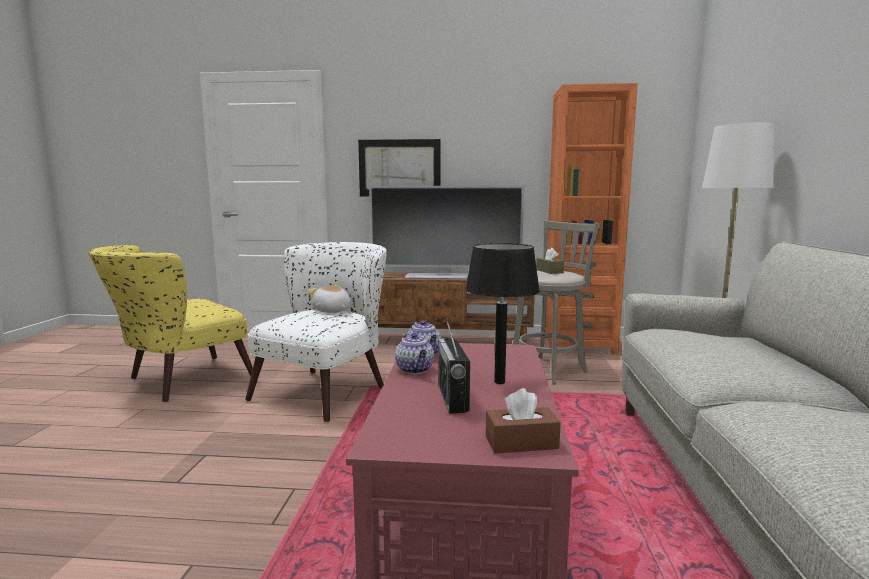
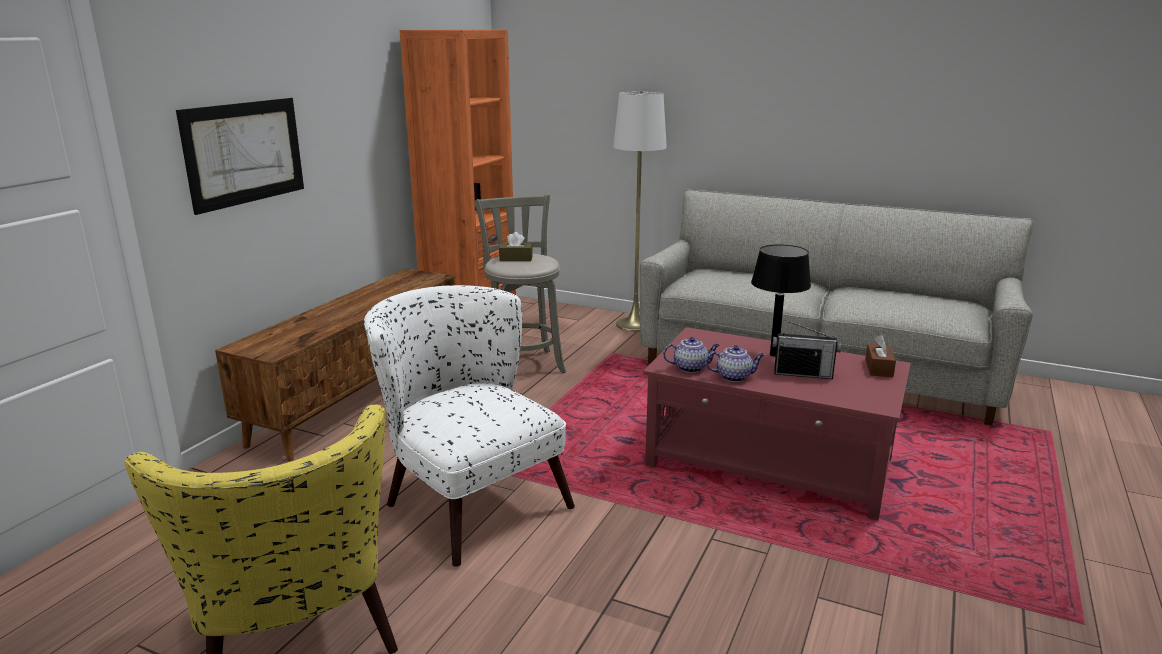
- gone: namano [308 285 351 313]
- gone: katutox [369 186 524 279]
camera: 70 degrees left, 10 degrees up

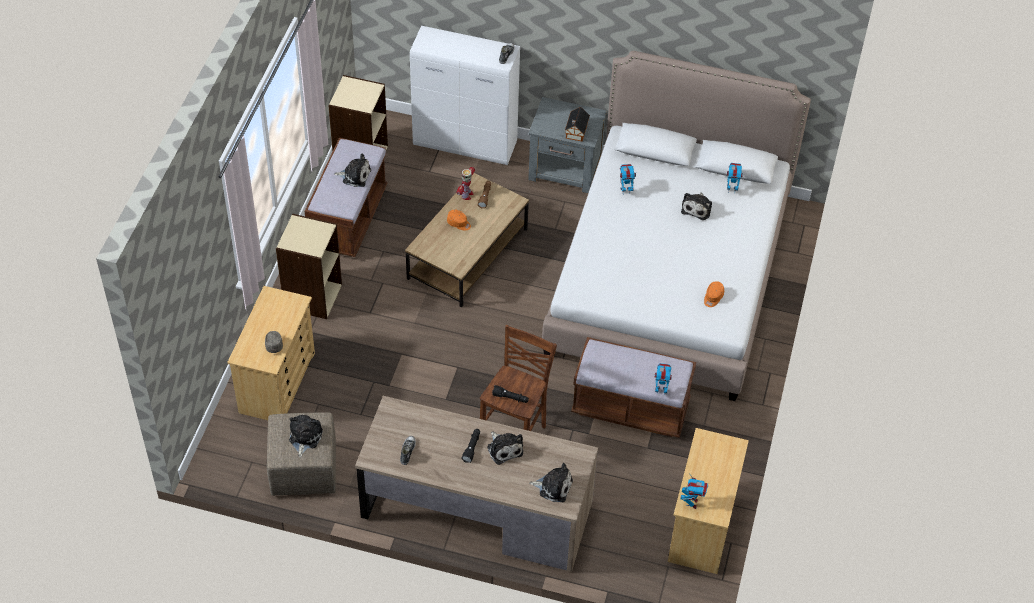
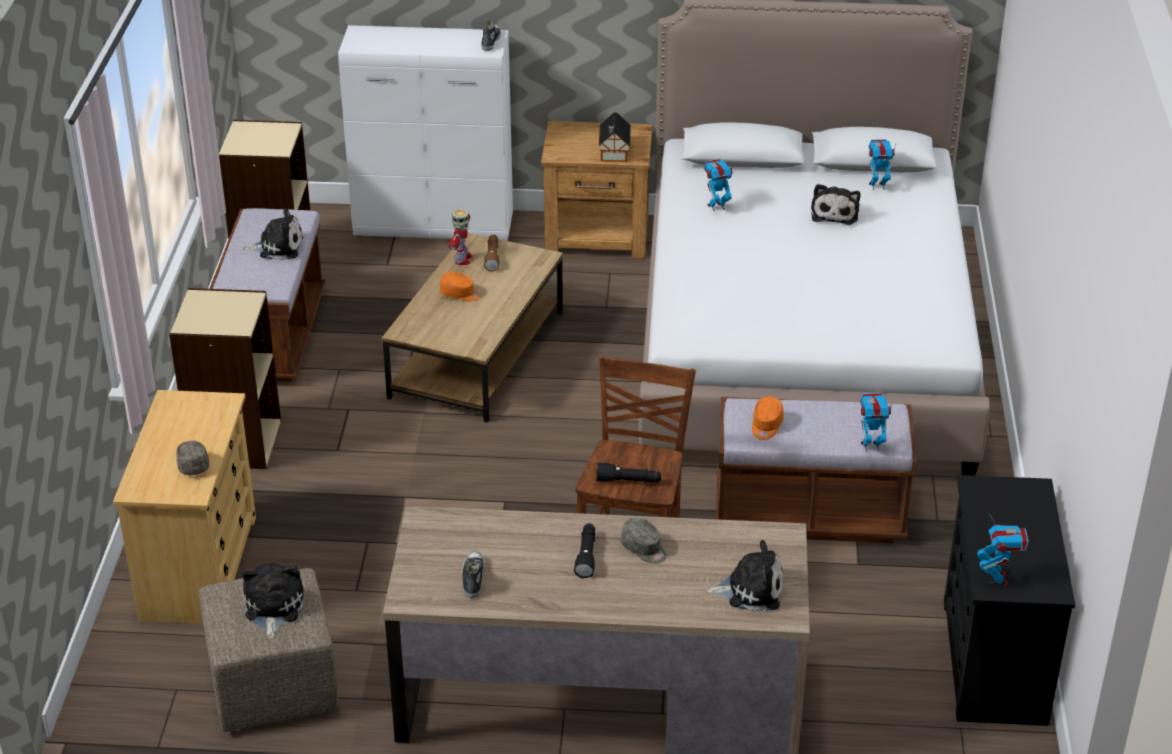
- swapped: namano [487 431 523 465] to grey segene [621 518 666 564]
- repainted: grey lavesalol [528 97 607 193] to brown lavesalol [541 121 653 259]
- repainted: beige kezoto [668 428 749 574] to black kezoto [944 475 1075 726]
- shifted: orange segene [704 281 724 307] to [752 396 784 440]
camera: 10 degrees left, 15 degrees down

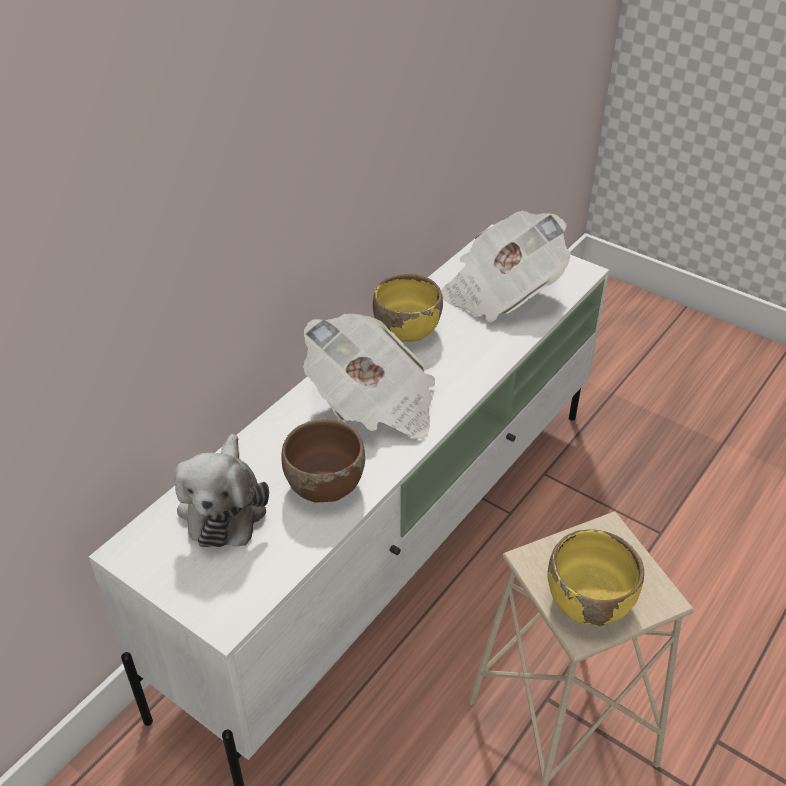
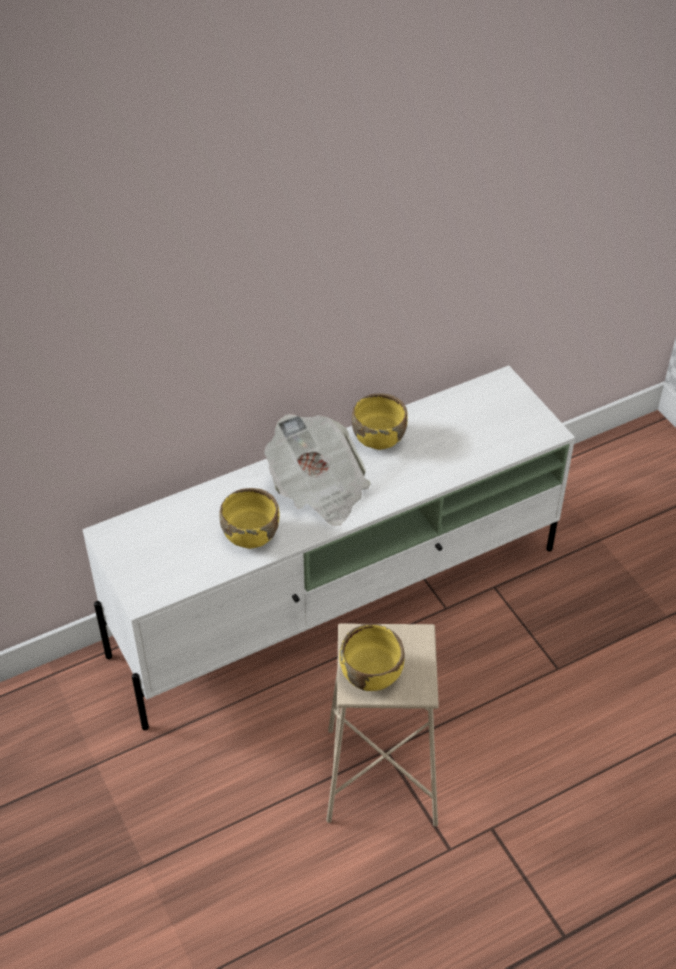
- gone: namano [174 434 269 547]
- repainted: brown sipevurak [281 418 365 503] to yellow sipevurak [219 488 280 549]
- gone: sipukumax [441 211 570 322]
camera: 25 degrees right, 5 degrees up

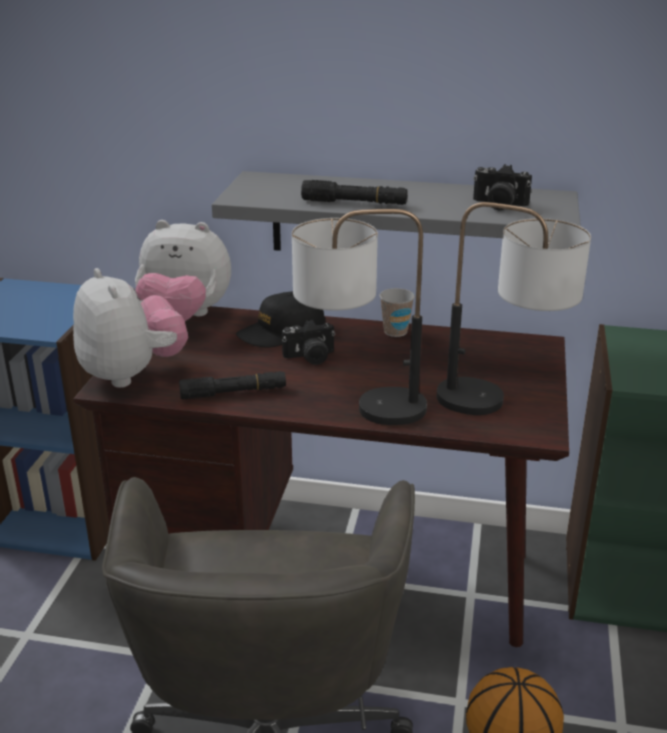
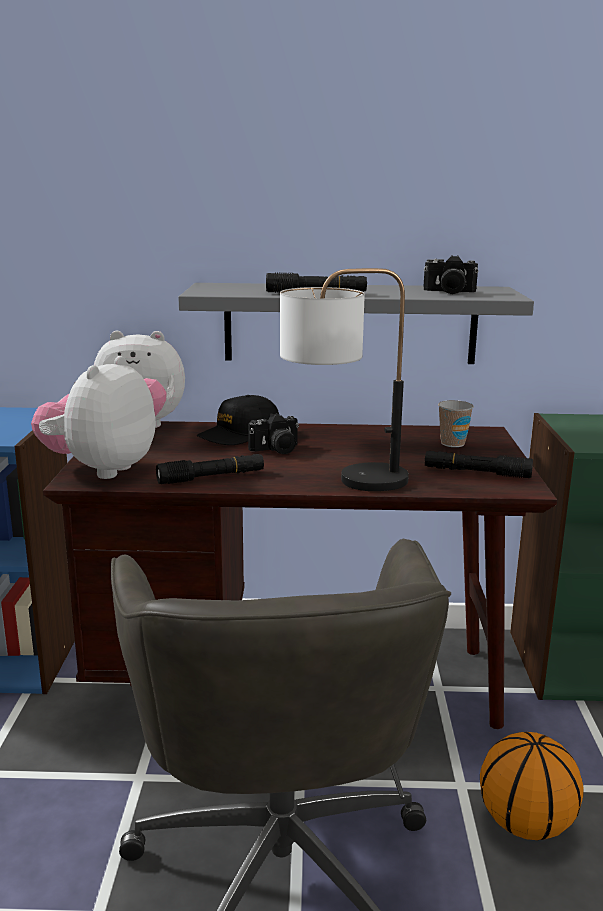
- rotated: namano [73 268 188 388] = [31 356 156 479] 120 degrees counterclockwise
- shifted: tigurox [380 288 415 337] to [438 400 474 447]
- swapped: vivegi [437 202 591 415] to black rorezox [425 451 533 478]
camera: 10 degrees left, 10 degrees down

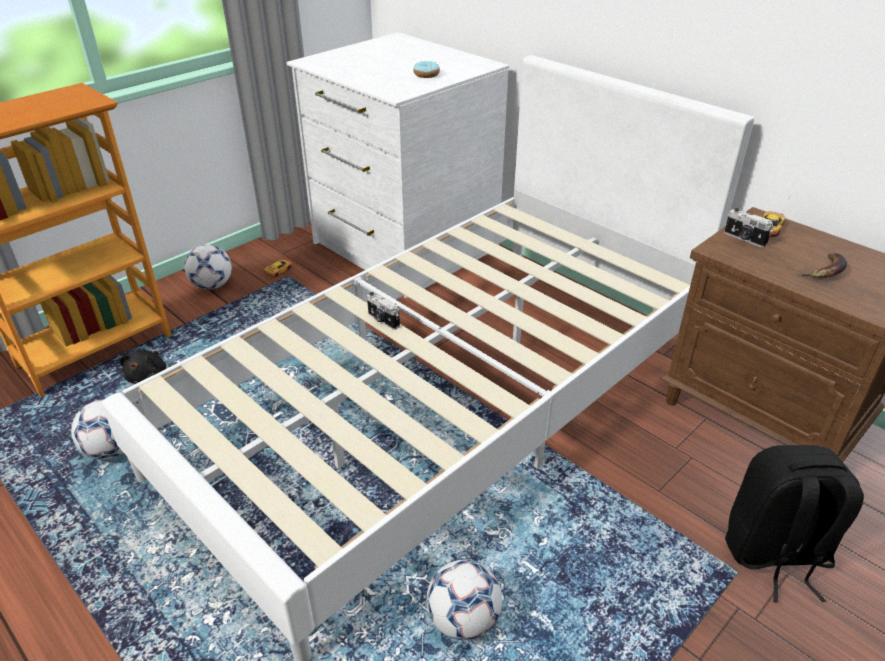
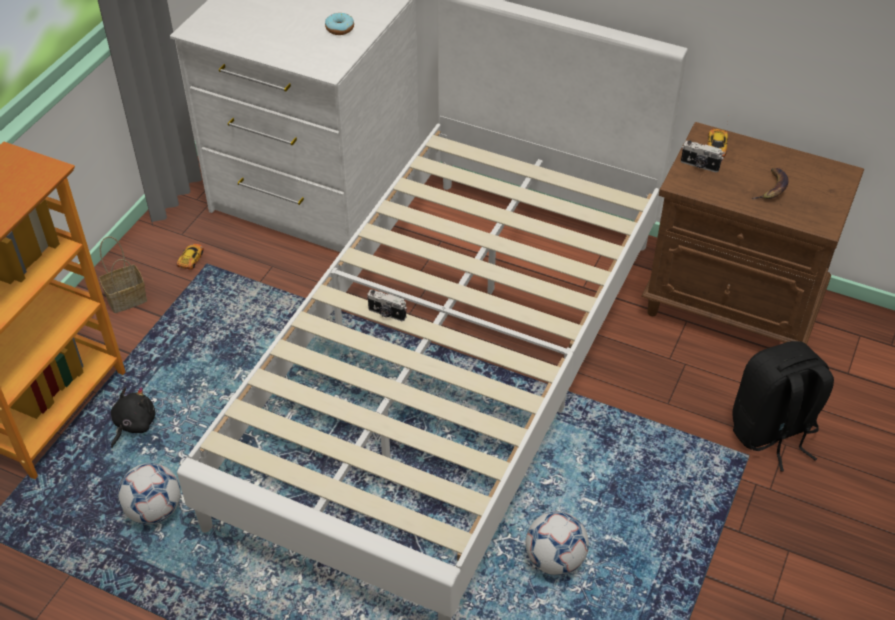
- rotated: black namano [120 350 166 384] = [111 387 155 448] 135 degrees counterclockwise
- swapped: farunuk [184 244 232 290] to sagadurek [99 237 147 313]
camera: 20 degrees left, 10 degrees up

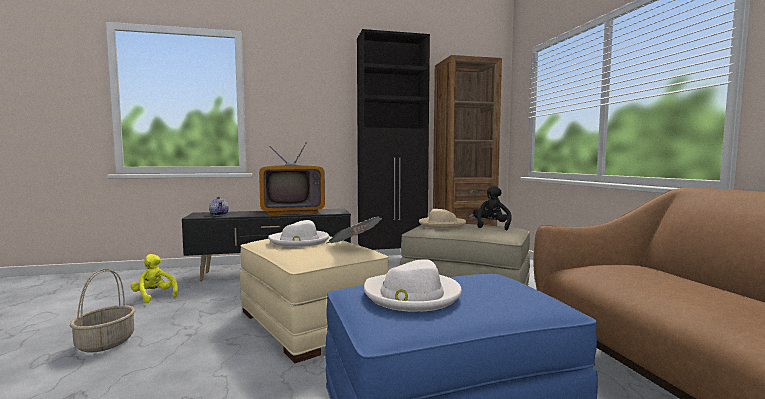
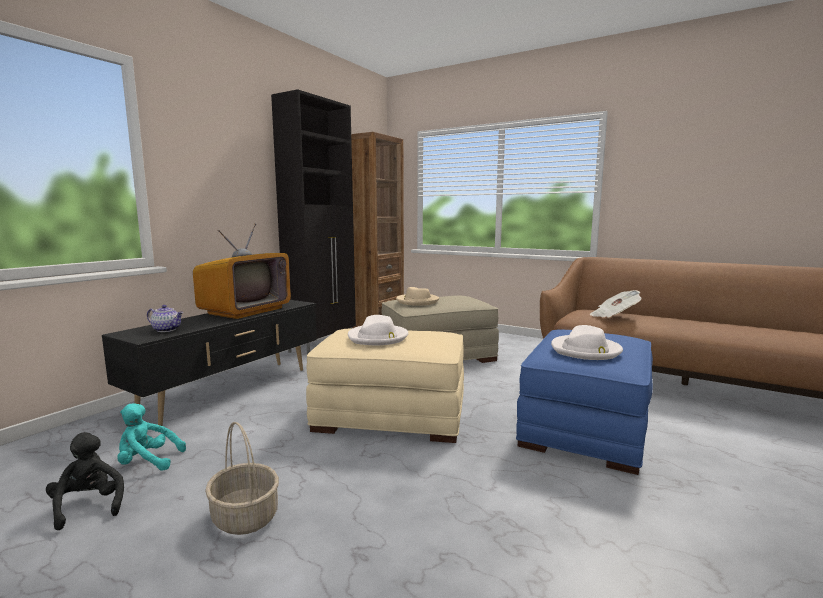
- repainted: yellow namano [130 254 178 303] to turquoise namano [117 403 186 471]
- shifted: sipukumax [327 216 382 243] to [590 290 641 318]
- shifted: black namano [473 185 512 230] to [46 432 124 530]
camera: 45 degrees left, 5 degrees up

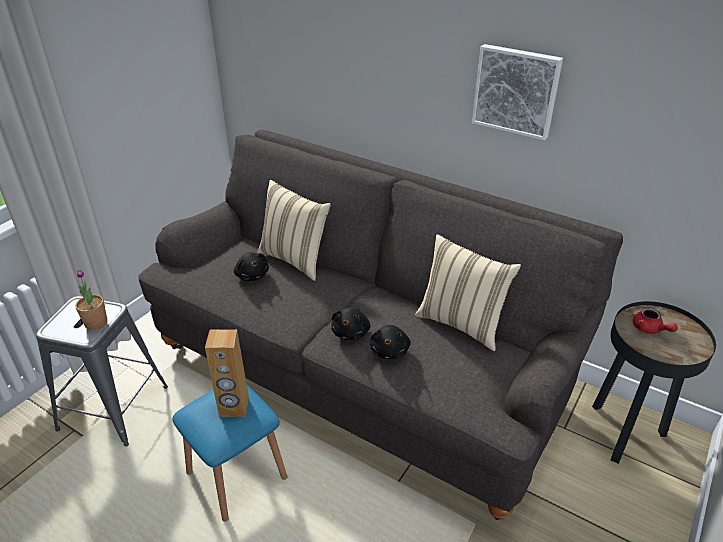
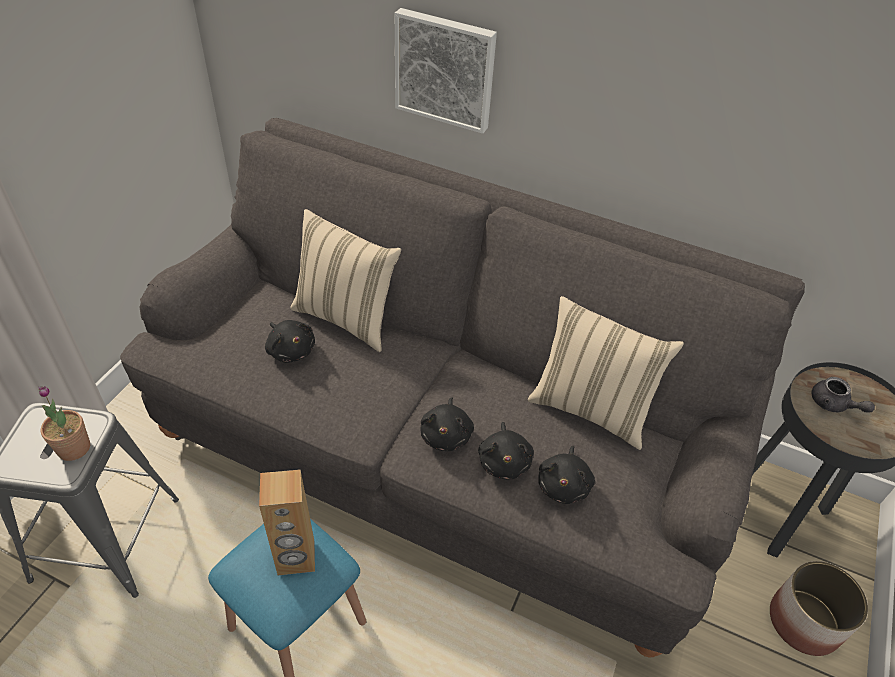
- shifted: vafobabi [472 44 563 140] to [395 8 497 134]
- repainted: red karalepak [633 307 678 334] to grey karalepak [811 377 875 413]
- new: black namano [538 446 595 504]
- new: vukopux [770 561 868 656]
camera: 10 degrees left, 10 degrees up

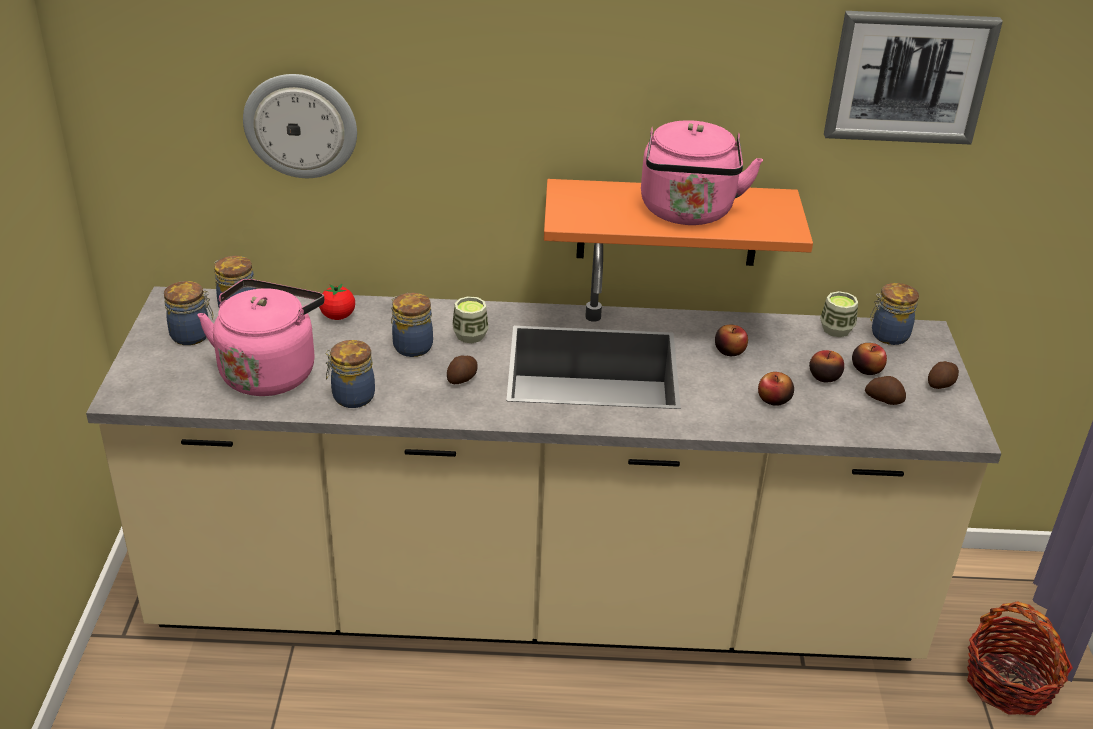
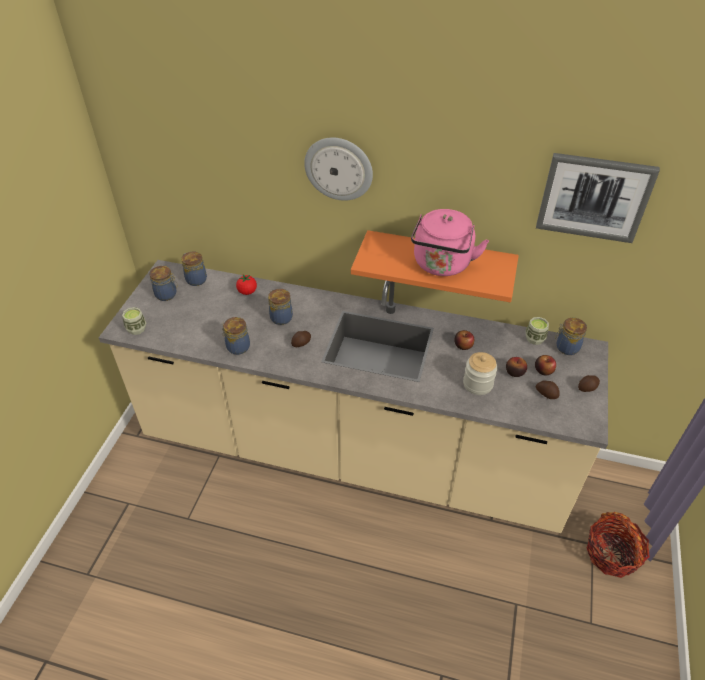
- gone: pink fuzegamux [198 279 324 396]
- shifted: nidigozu [243 74 357 178] to [304 138 373 201]
- shifted: tigurox [452 296 489 343] to [122 307 146 335]
- swapped: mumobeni [758 372 794 406] to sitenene [463 352 498 395]
camera: 15 degrees right, 10 degrees up

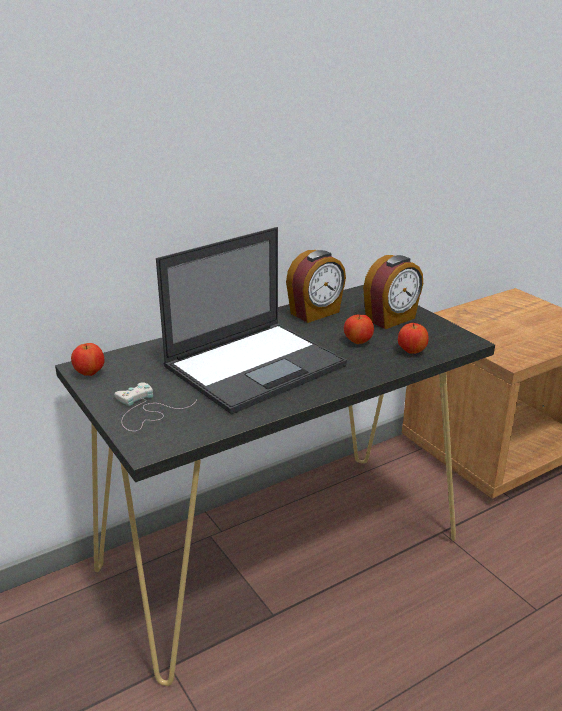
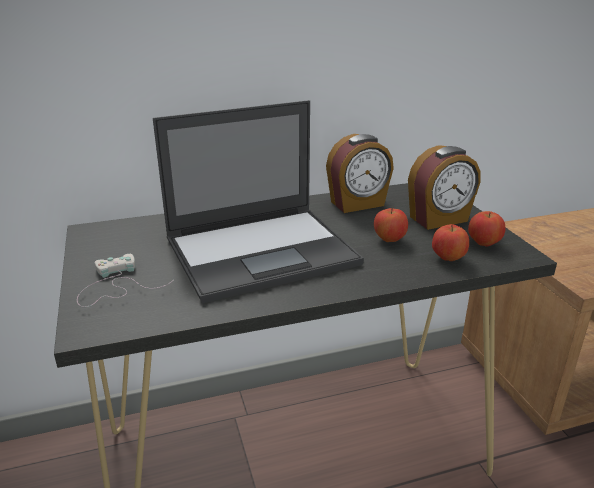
- shifted: mumobeni [71 343 104 376] to [468 211 505 247]
camera: 15 degrees right, 0 degrees up

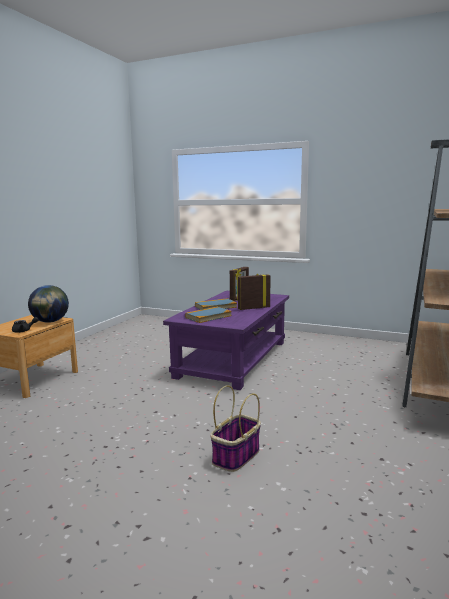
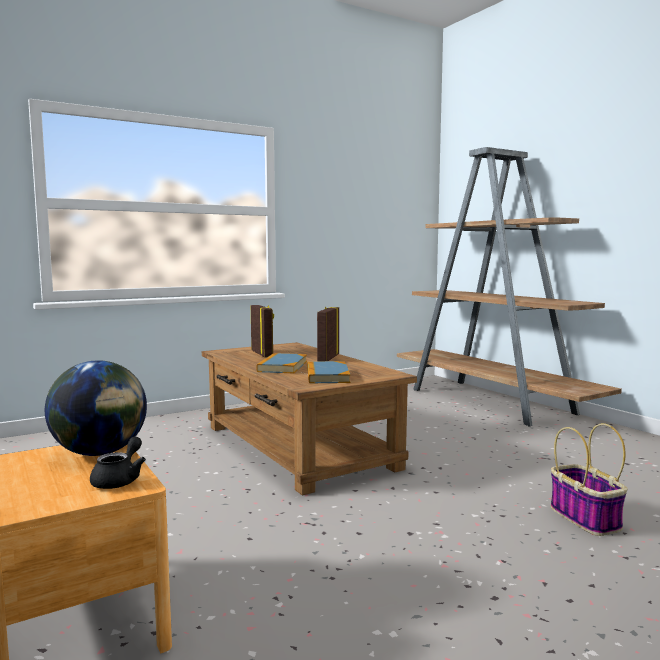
- repainted: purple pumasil [163 291 289 390] to brown pumasil [202 342 417 495]
camera: 55 degrees left, 5 degrees down

